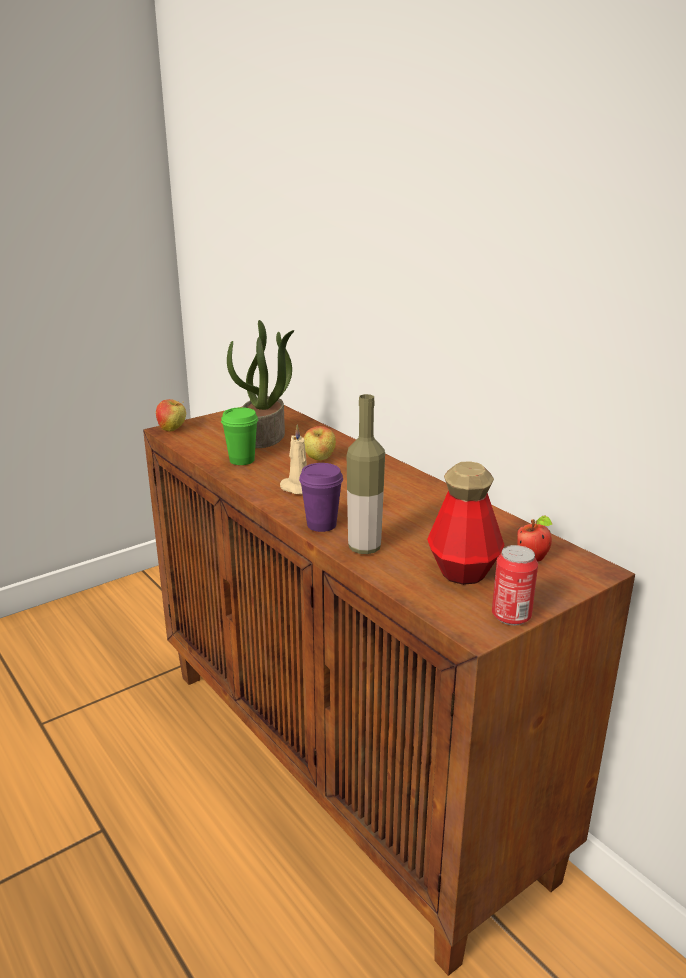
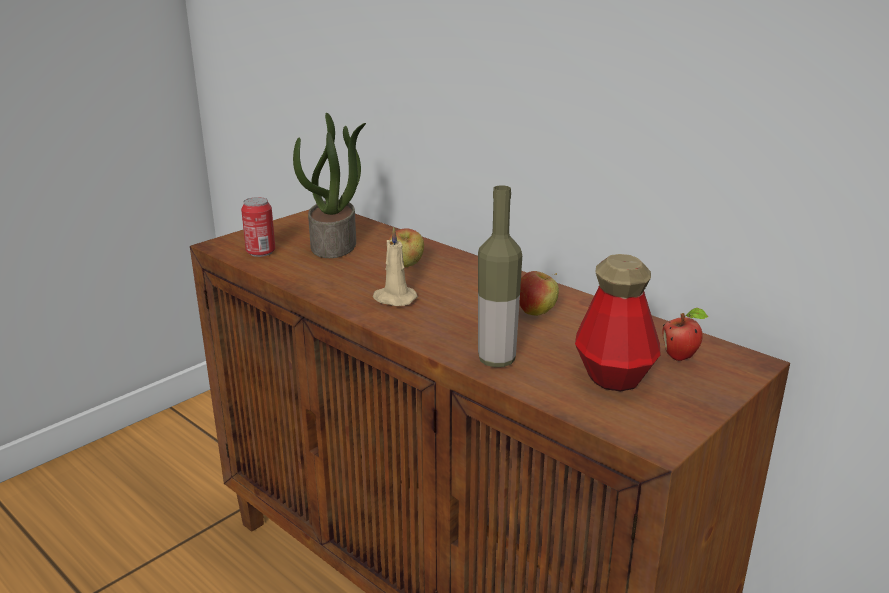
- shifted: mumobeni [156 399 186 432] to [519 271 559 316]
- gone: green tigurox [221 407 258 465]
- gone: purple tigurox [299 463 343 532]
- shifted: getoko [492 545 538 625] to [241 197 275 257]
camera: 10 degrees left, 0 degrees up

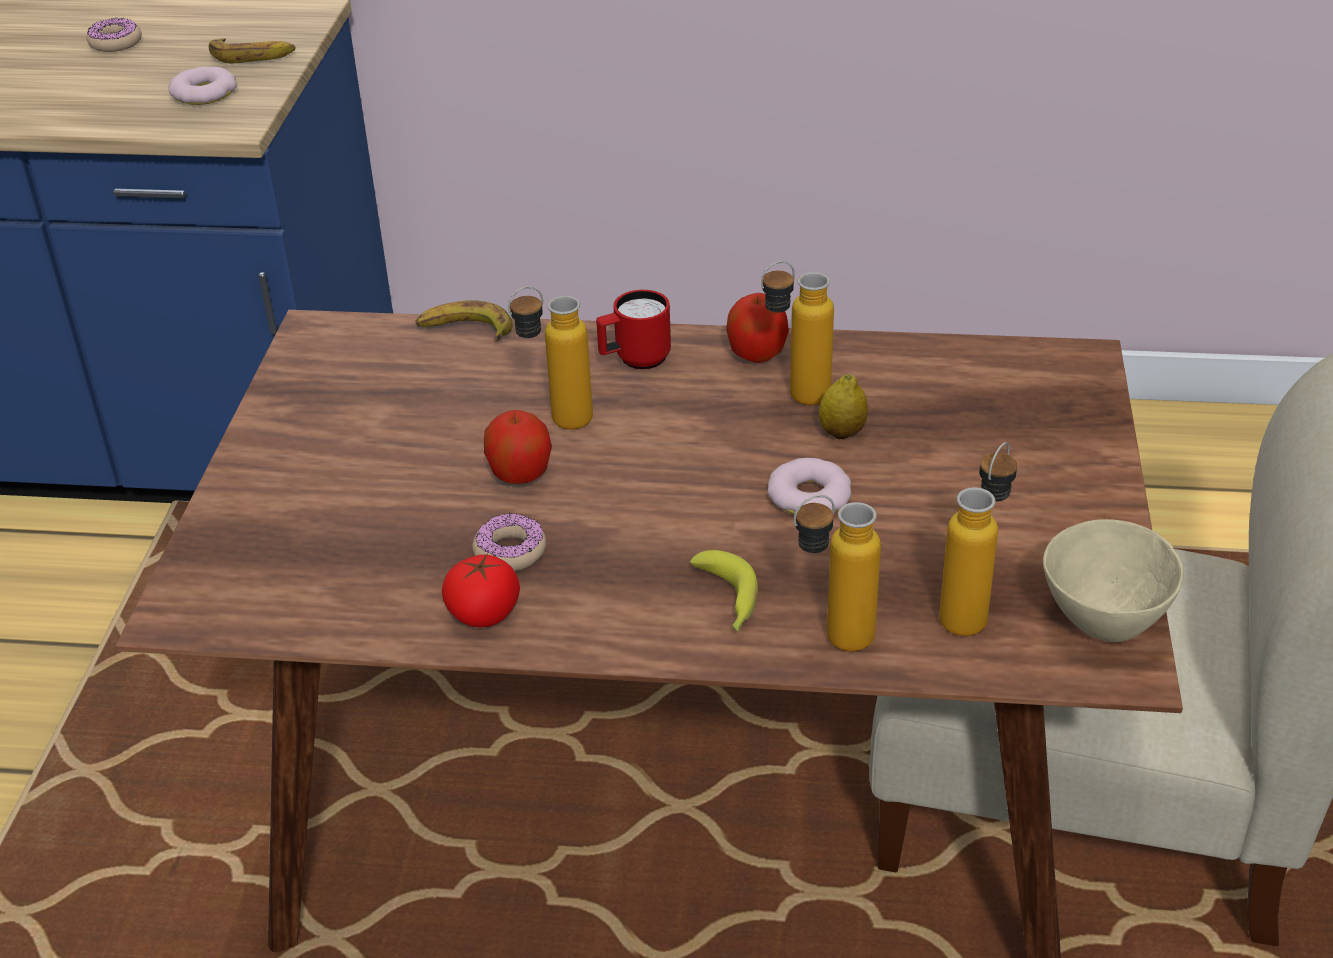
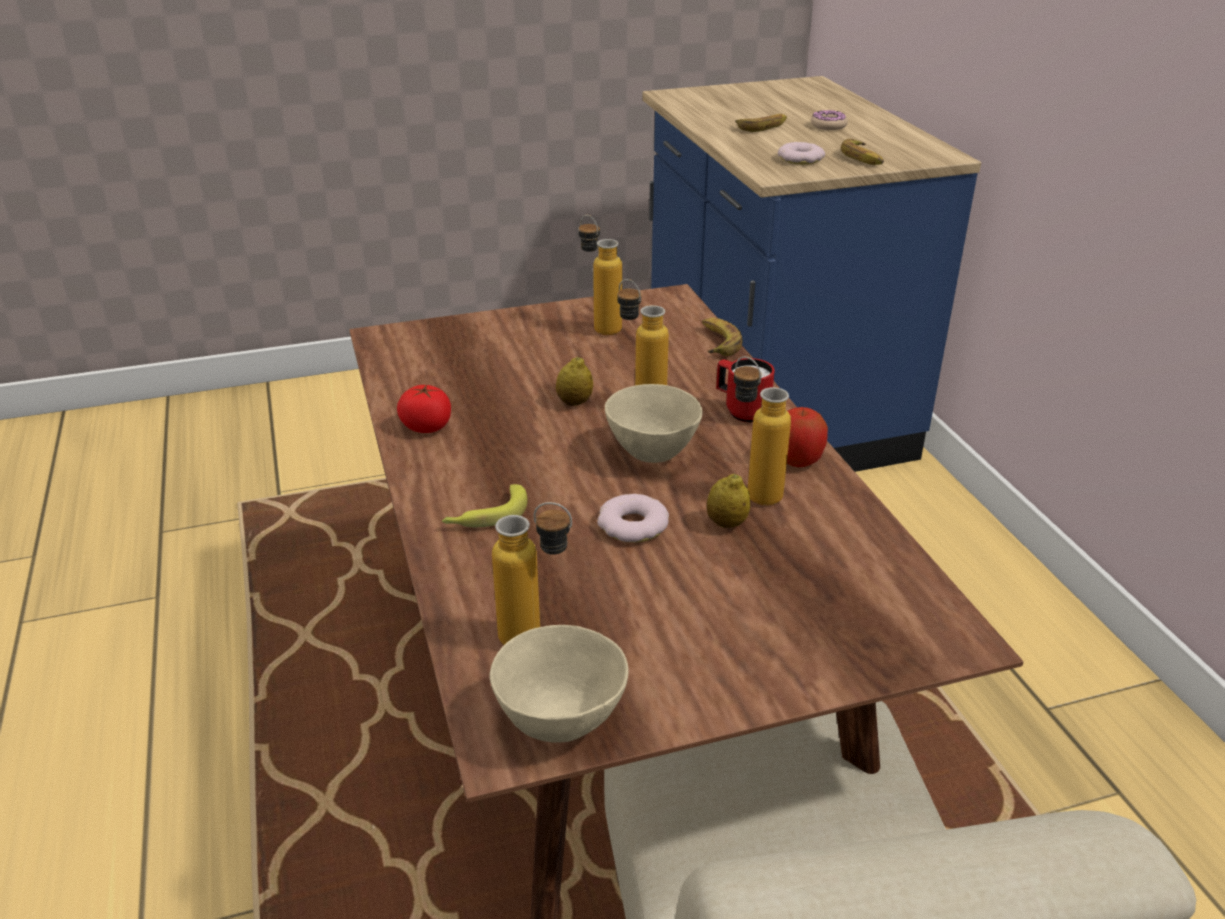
- gone: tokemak [472 514 546 571]
- swapped: mumobeni [484 410 552 484] to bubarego [556 357 593 406]
- shifted: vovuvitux [794 495 881 652] to [579 215 622 335]
- new: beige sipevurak [605 384 702 463]
- new: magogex [735 114 787 132]
camera: 65 degrees right, 5 degrees down

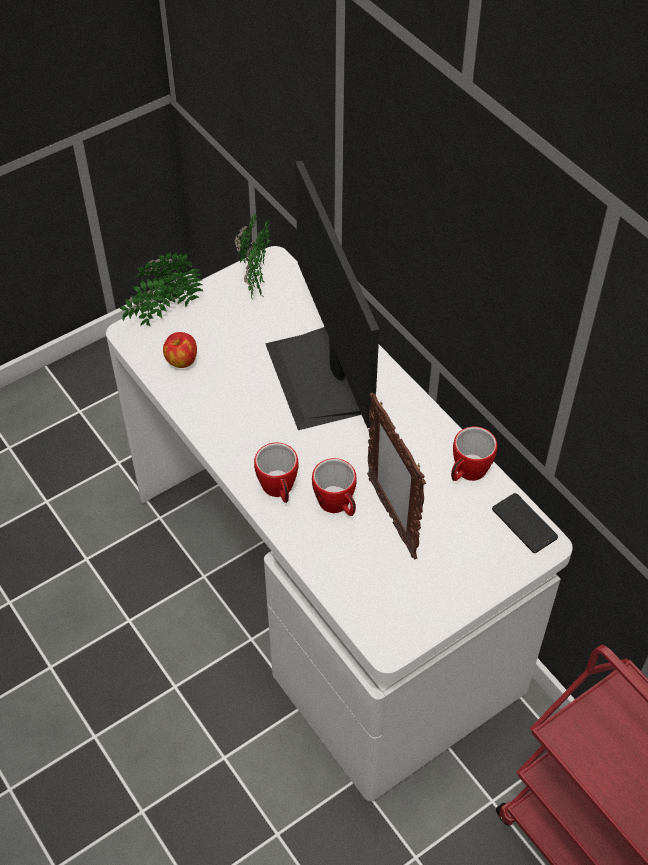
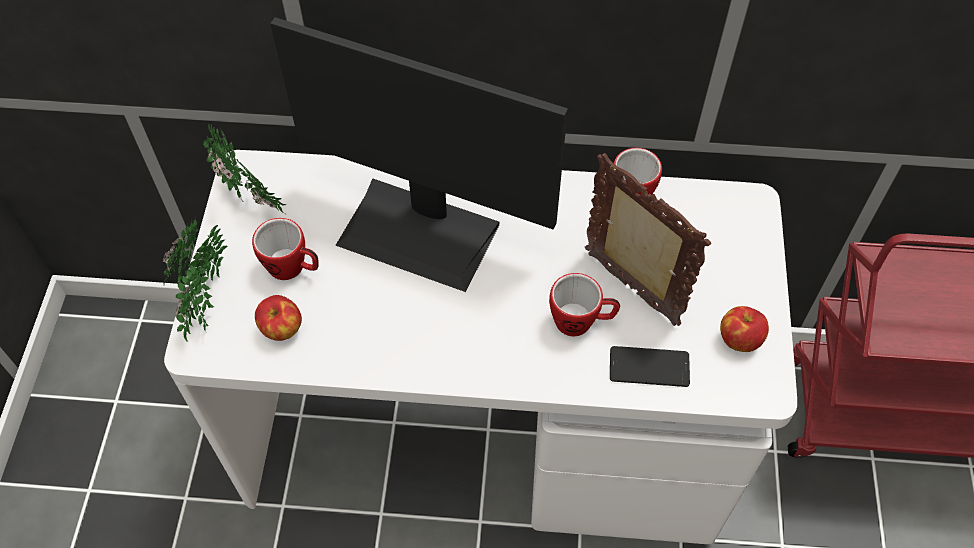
- shifted: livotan [254 443 298 503] to [252 218 318 280]
- rotated: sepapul [367 393 426 559] = [585 153 711 326] 150 degrees counterclockwise
- shifted: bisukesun [492 493 558 553] to [610 346 690 387]
- new: mumobeni [720 306 769 352]
camera: 50 degrees left, 5 degrees up

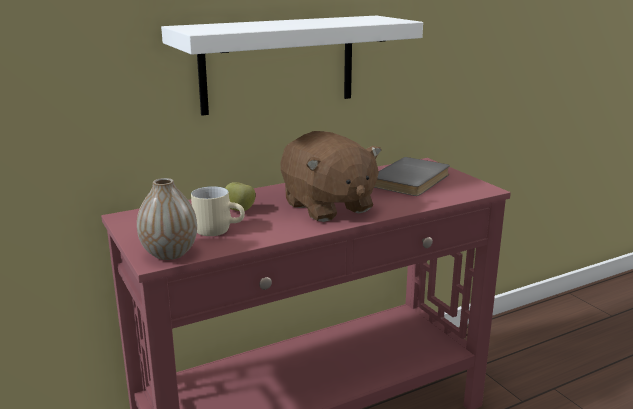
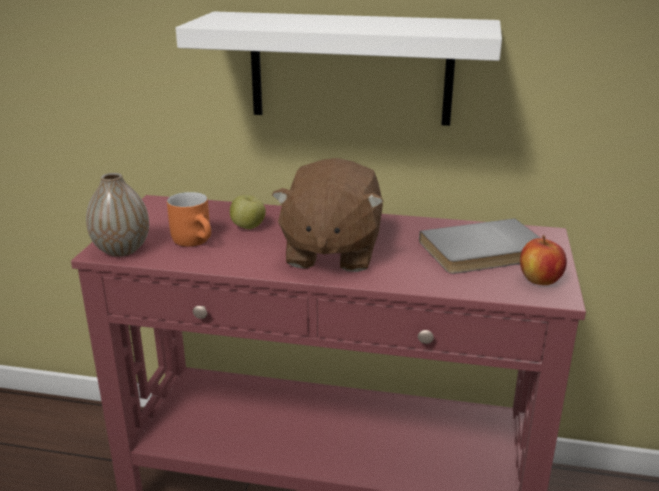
- repainted: beige livotan [191 186 245 236] to orange livotan [167 192 211 247]
- new: mumobeni [520 235 567 285]
camera: 40 degrees right, 5 degrees up

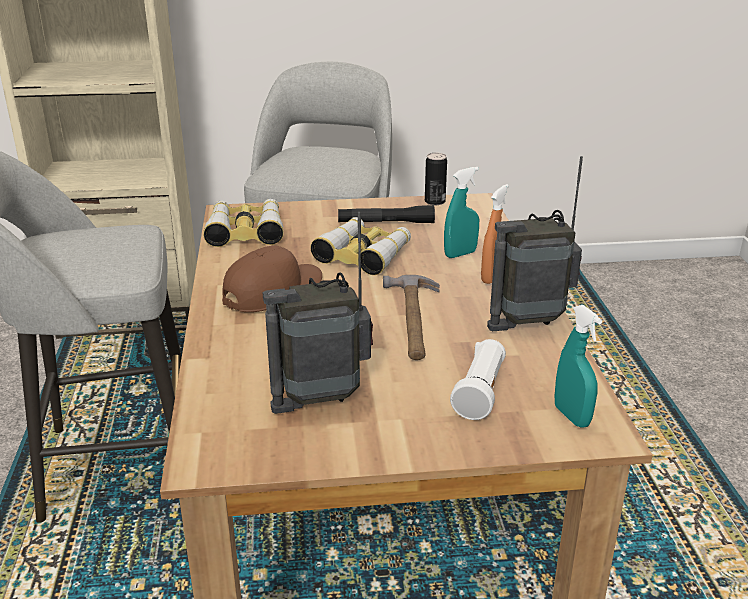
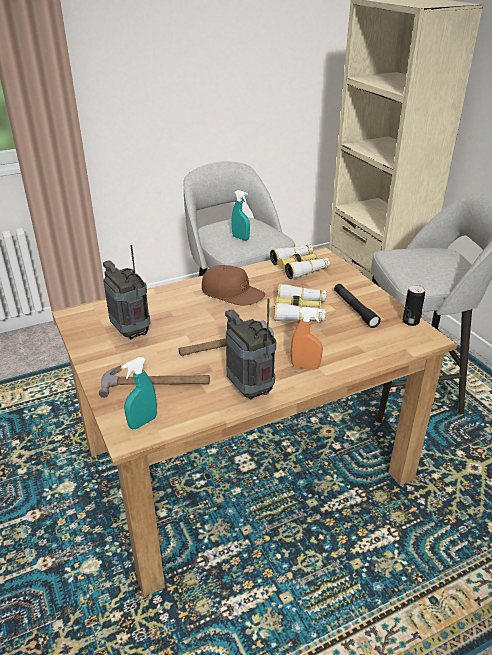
- shifted: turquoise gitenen [444 167 479 258] to [231 190 250 241]
- swapped: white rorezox [450 339 506 420] to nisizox [99 365 210 398]
camera: 70 degrees right, 5 degrees up

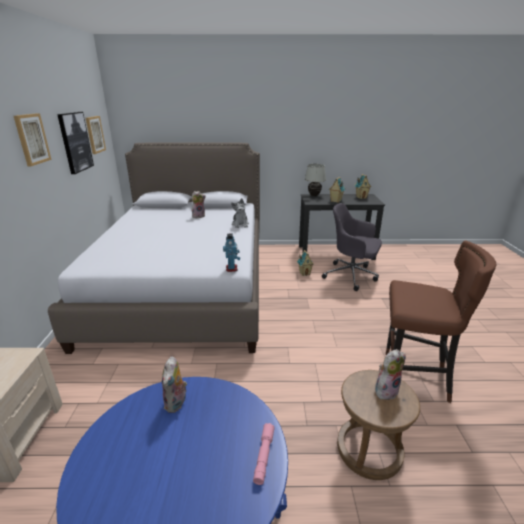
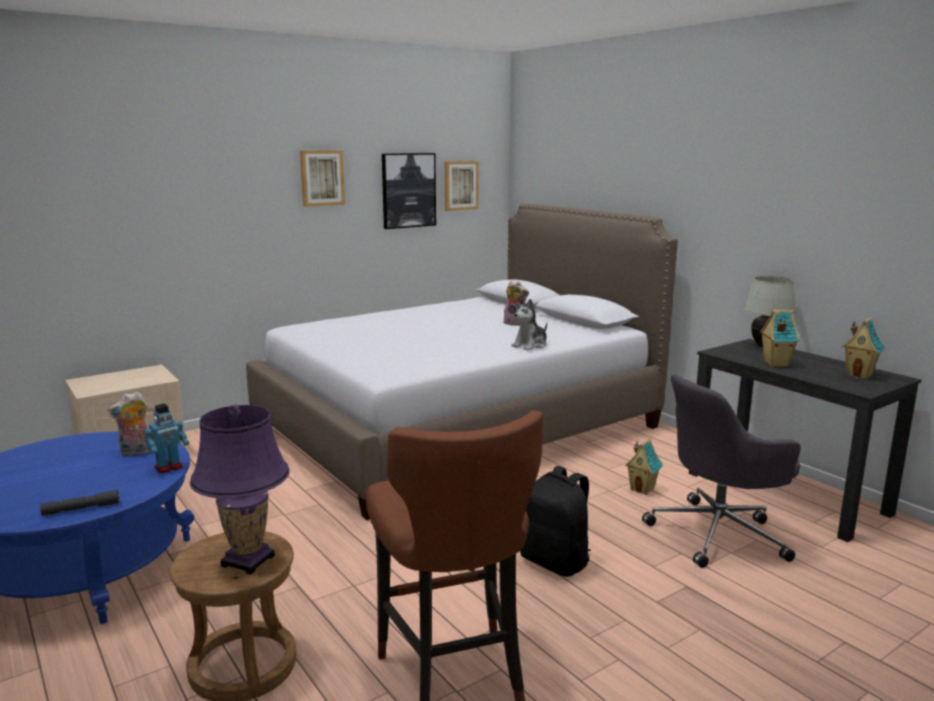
- shifted: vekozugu [223 234 240 272] to [144 403 189 473]
- repainted: pink rorezox [253 423 275 485] to grey rorezox [40 490 120 516]
- rotated: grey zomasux [322 203 382 291] = [642 374 801 568] 105 degrees counterclockwise
- swapped: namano [375 349 406 400] to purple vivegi [190 404 290 574]
- new: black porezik [520 466 591 577]
camera: 55 degrees right, 10 degrees down

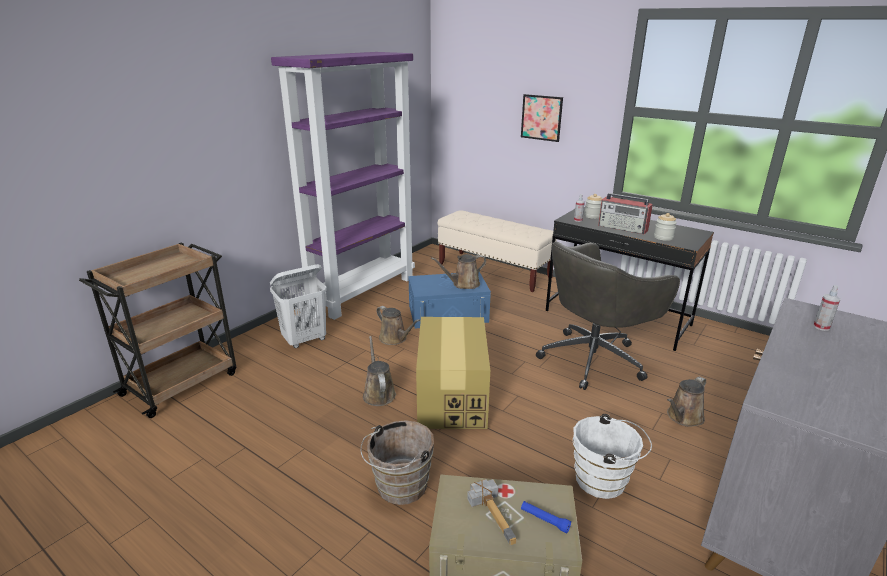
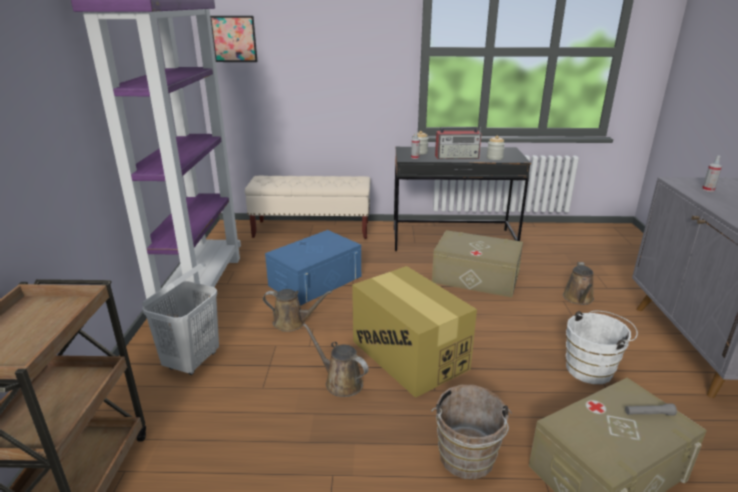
- gone: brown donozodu [431 254 486 289]
- gone: nisizox [467 479 517 545]
- shifted: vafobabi [521 94 563 142] to [210 16 258 62]
- repainted: blue rorezox [521 501 571 533] to grey rorezox [625 403 677 416]
- swapped: grey zomasux [536 241 680 390] to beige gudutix [432 230 523 298]
camera: 35 degrees left, 0 degrees up

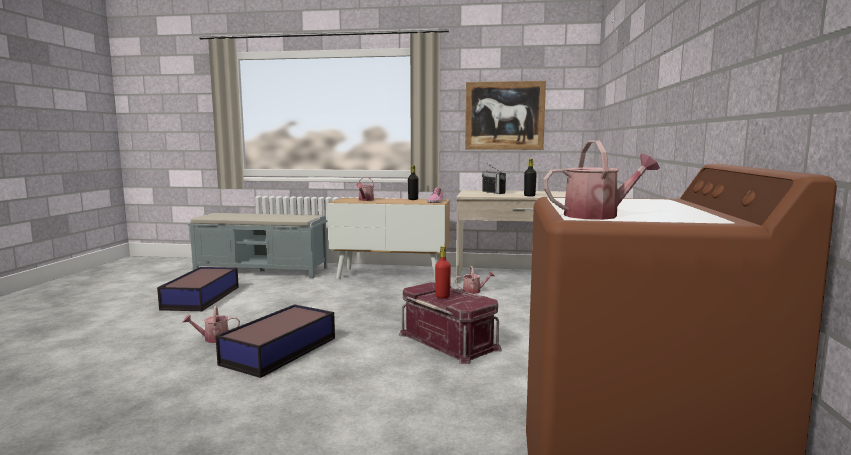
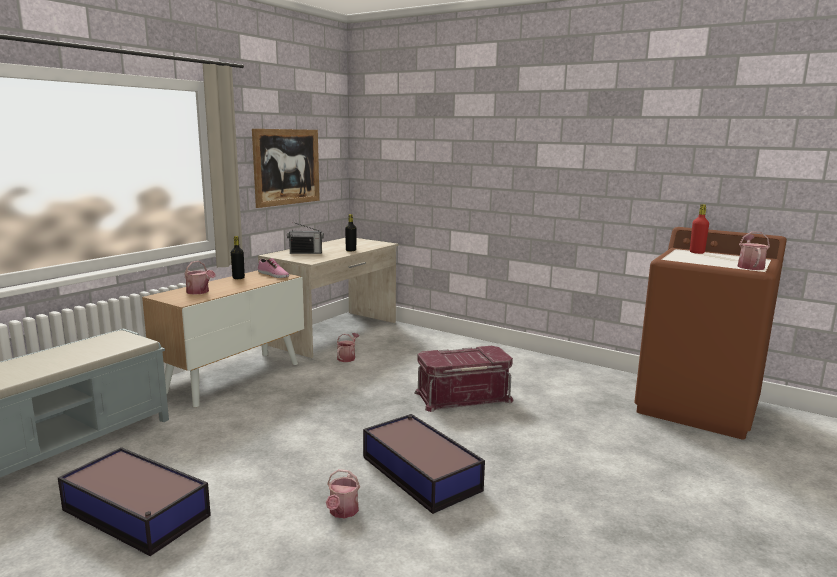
- shifted: red vovuvitux [435 246 451 298] to [690 204 709 254]
camera: 65 degrees left, 5 degrees up

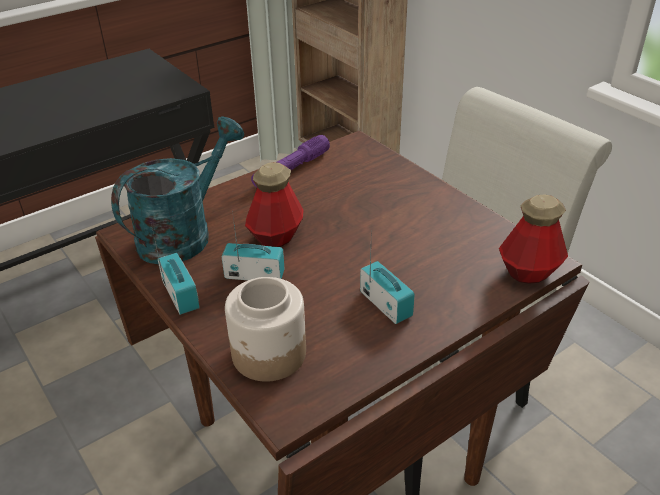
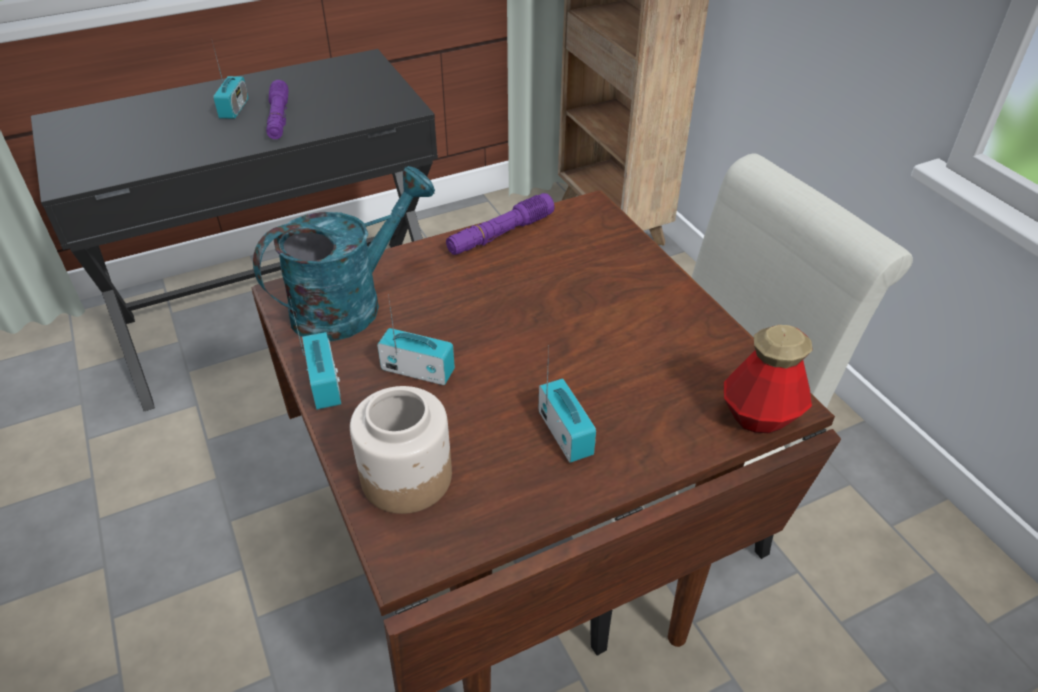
- gone: vovuvitux [245 162 303 247]
- new: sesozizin [211 38 248 119]
- new: purple rorezox [266 80 289 139]
camera: 10 degrees right, 5 degrees up

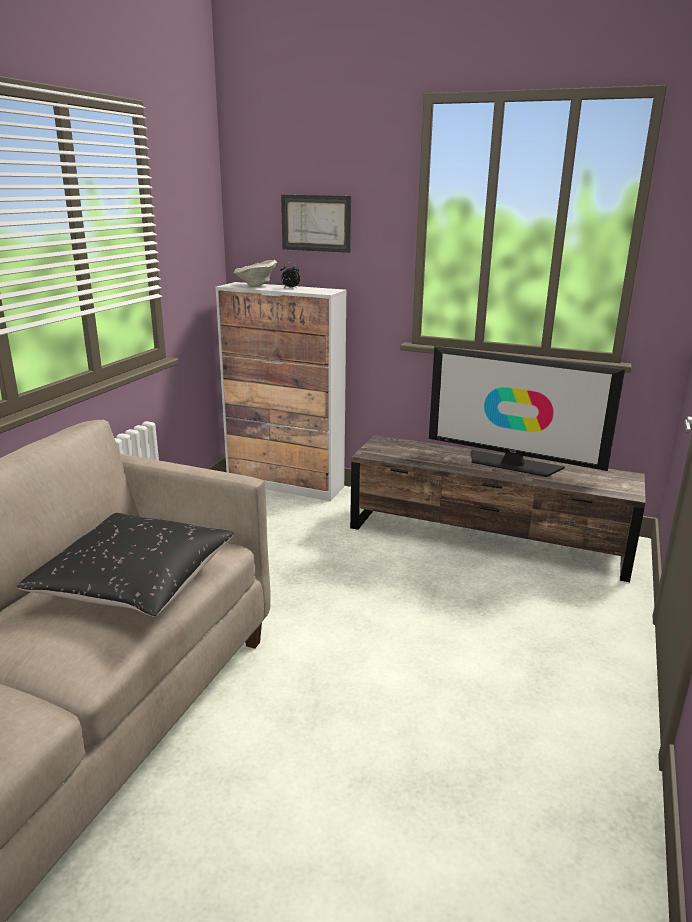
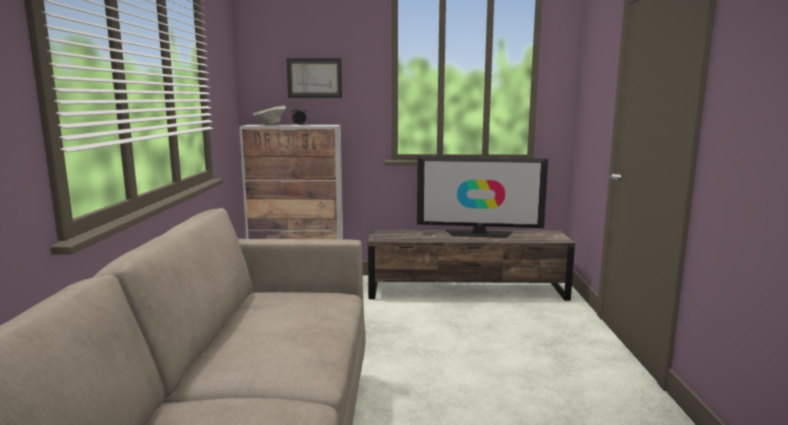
- gone: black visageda [17 513 234 617]
camera: 20 degrees left, 10 degrees down

